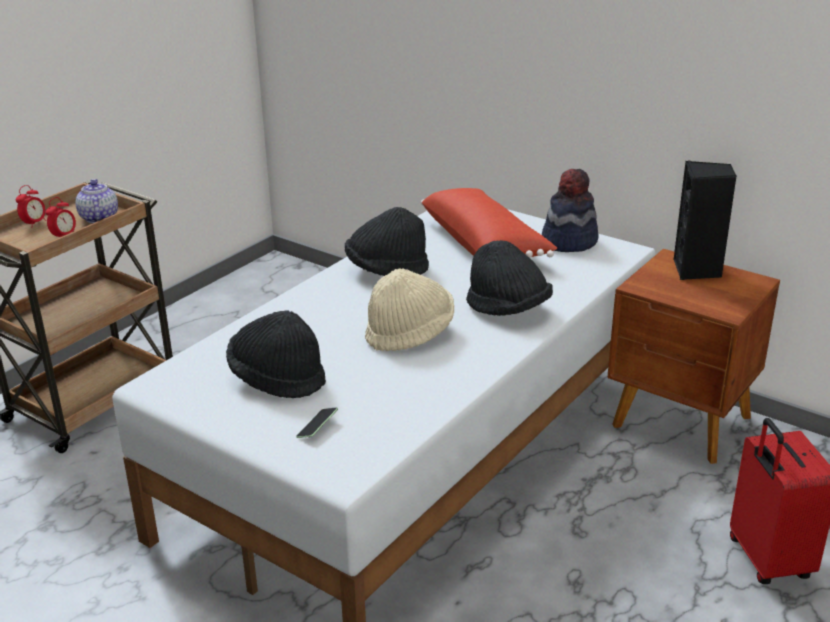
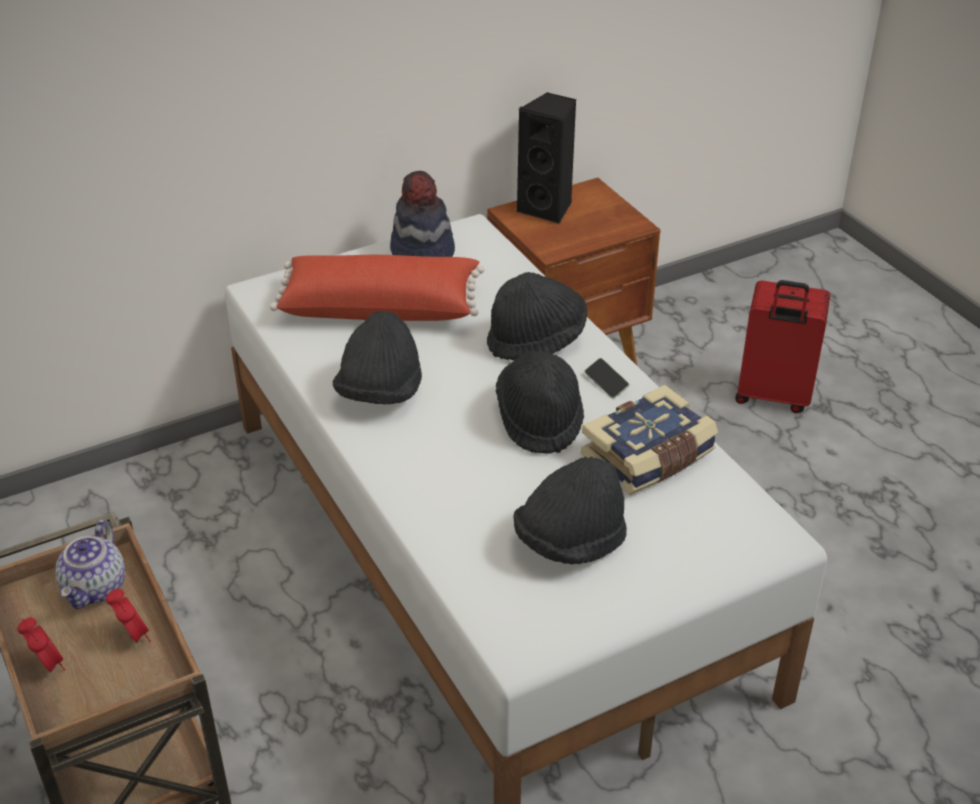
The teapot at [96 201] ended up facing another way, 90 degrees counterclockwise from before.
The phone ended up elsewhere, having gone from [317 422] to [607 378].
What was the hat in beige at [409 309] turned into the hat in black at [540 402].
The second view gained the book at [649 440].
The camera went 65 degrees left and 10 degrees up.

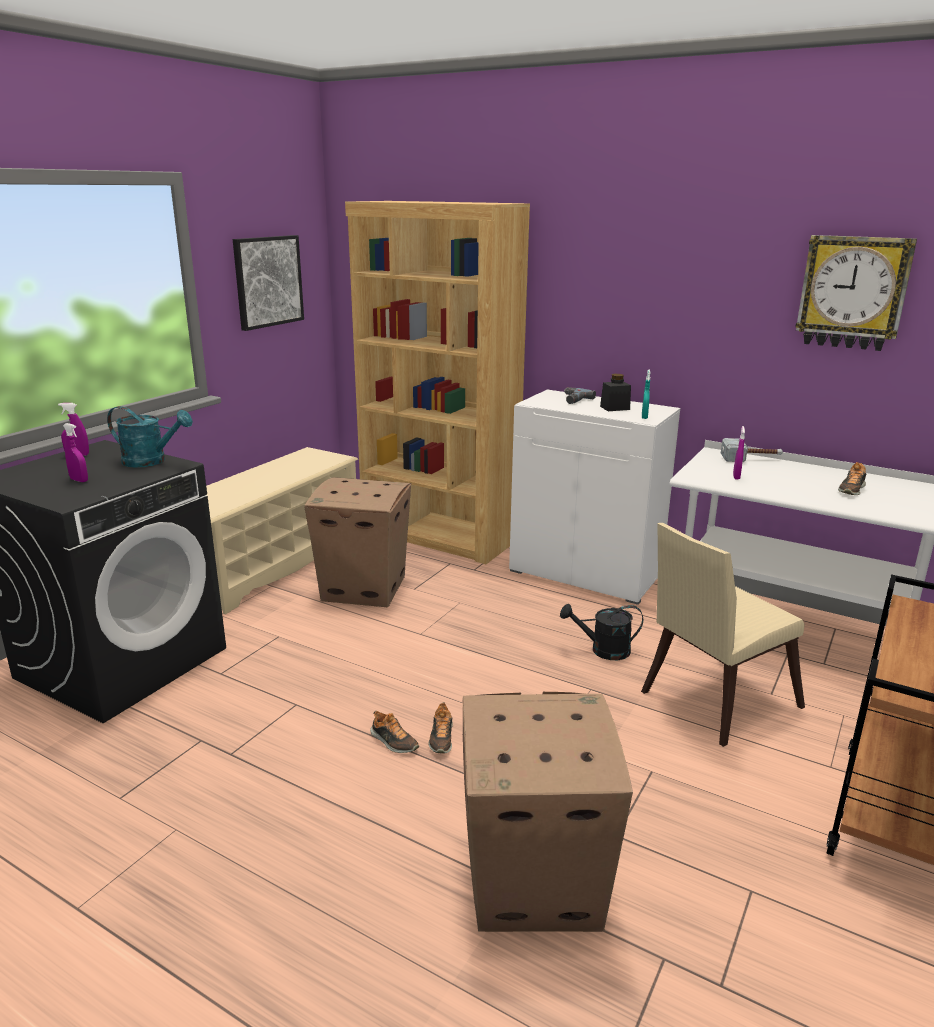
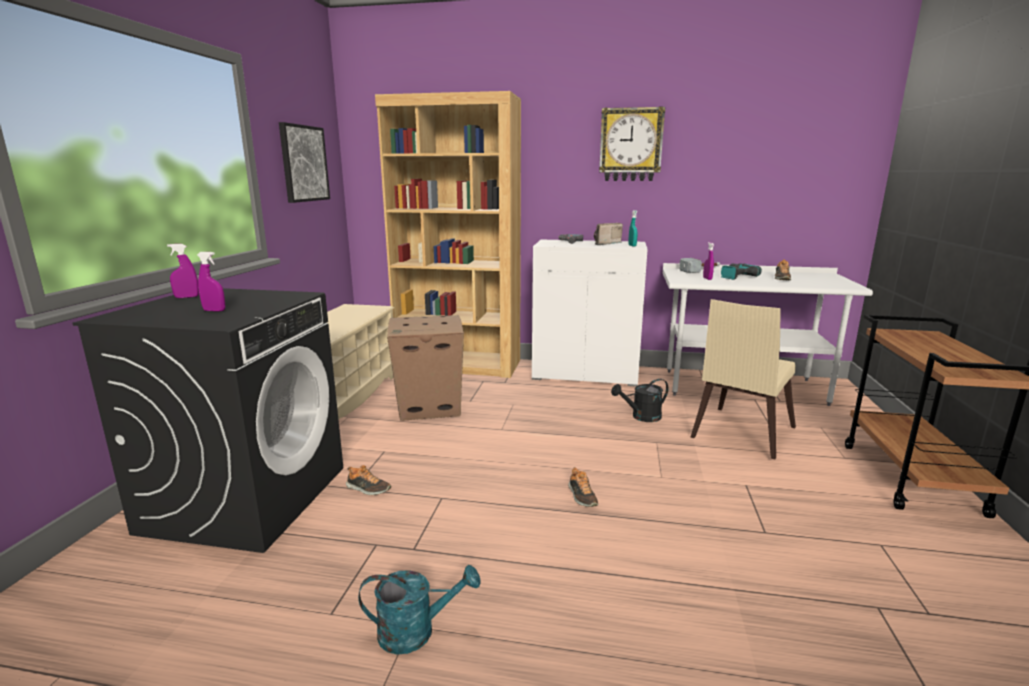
The watering can in turquoise ended up elsewhere, having gone from [150 437] to [419 610].
The shoe ended up elsewhere, having gone from [394 732] to [368 480].
The second view lost the cardboard box at [548 812].
Where the jar in black stood at [615 392], the radio came to stand at [608 234].
The wall clock ended up elsewhere, having gone from [856 293] to [632 143].
The second view gained the power drill at [741 271].
The camera went 20 degrees left and 5 degrees down.

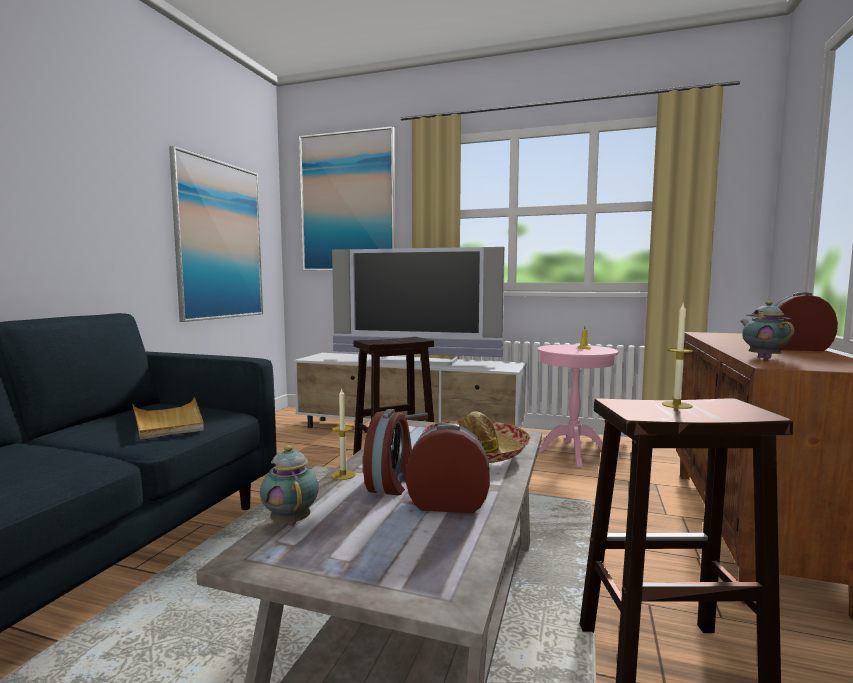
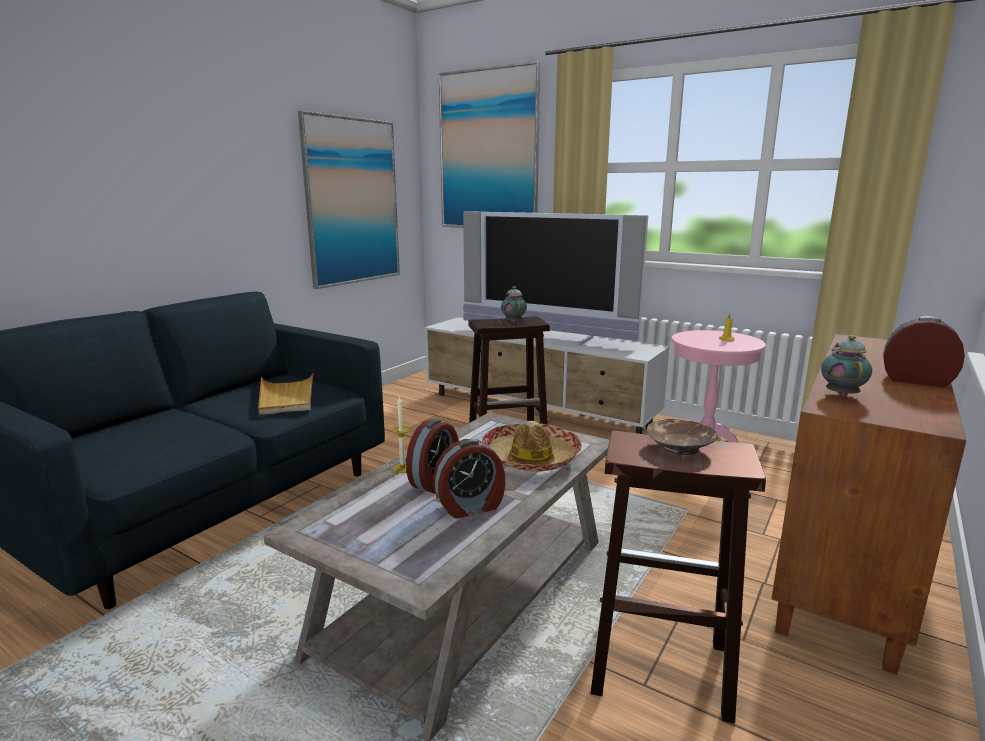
The teapot ended up elsewhere, having gone from [289 485] to [514 304].
The alarm clock at [448 468] ended up facing another way, 135 degrees clockwise from before.
Where the candle stood at [678 355], the bowl in brown came to stand at [682 437].
The camera went 15 degrees right and 10 degrees up.

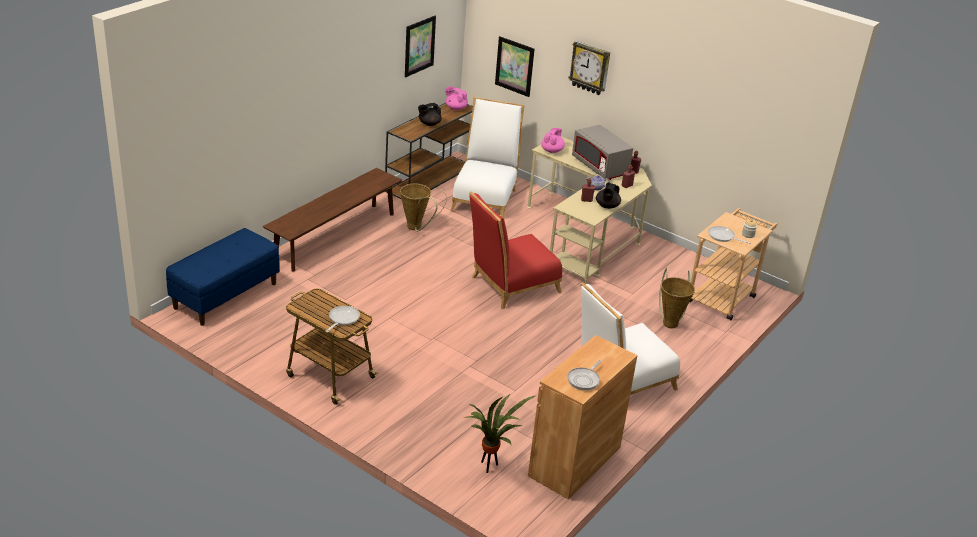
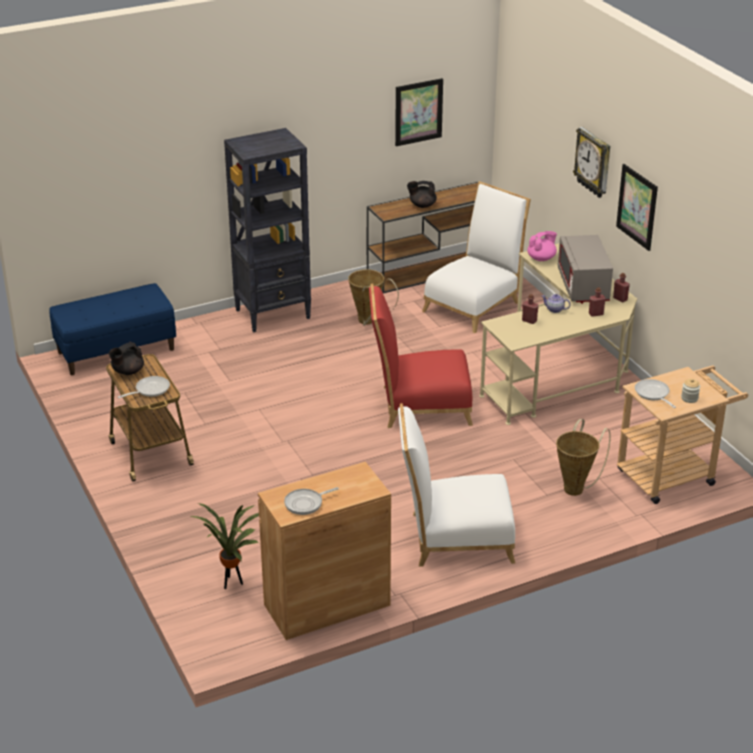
Where the bench in brown stood at [332 219], the bookcase in black came to stand at [267 230].
The second view lost the teapot in pink at [456 98].
The picture ended up elsewhere, having gone from [515 66] to [637 207].
The teapot in black ended up elsewhere, having gone from [608 196] to [126 358].
The camera went 30 degrees right and 0 degrees up.

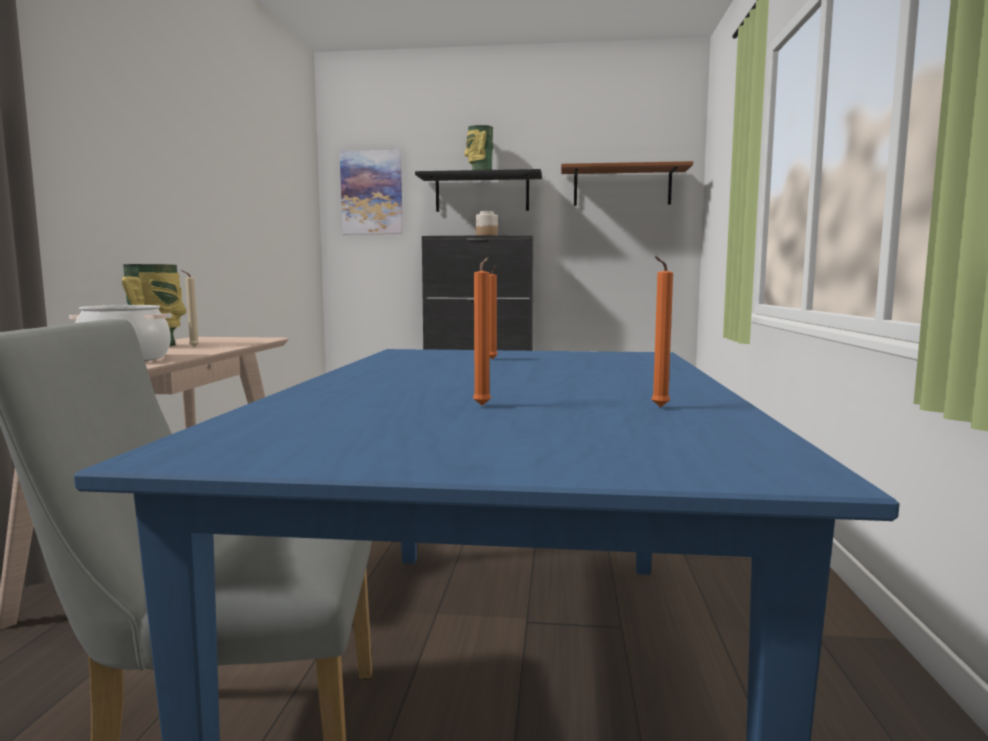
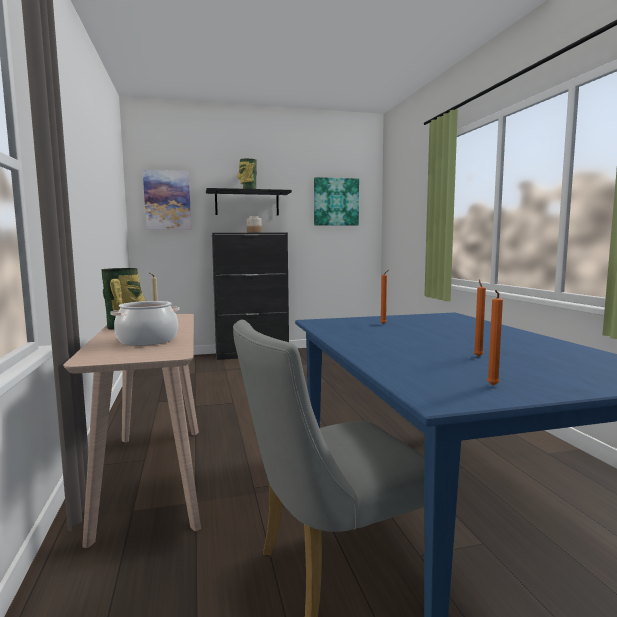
Where the shelf in brown hung at [627 183], the picture came to hang at [336 201].
The candle in orange ended up elsewhere, having gone from [662 331] to [495 338].
The camera went 20 degrees left and 0 degrees up.

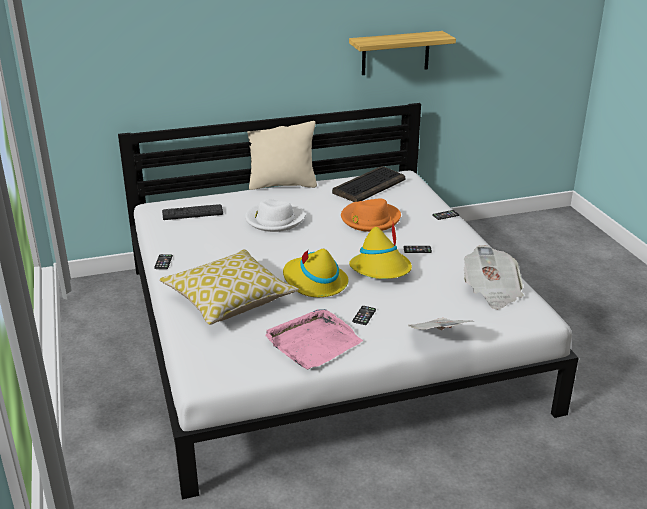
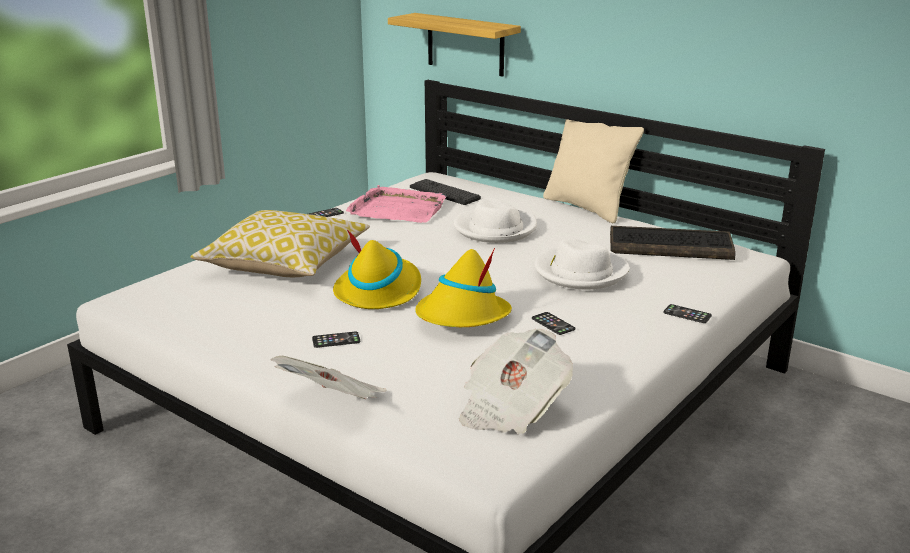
The tray in pink ended up elsewhere, having gone from [314 339] to [396 204].
What was the hat in orange at [371 215] turned into the hat in white at [581 264].
The shelf ended up elsewhere, having gone from [402 53] to [454 45].
The camera went 55 degrees right and 5 degrees down.

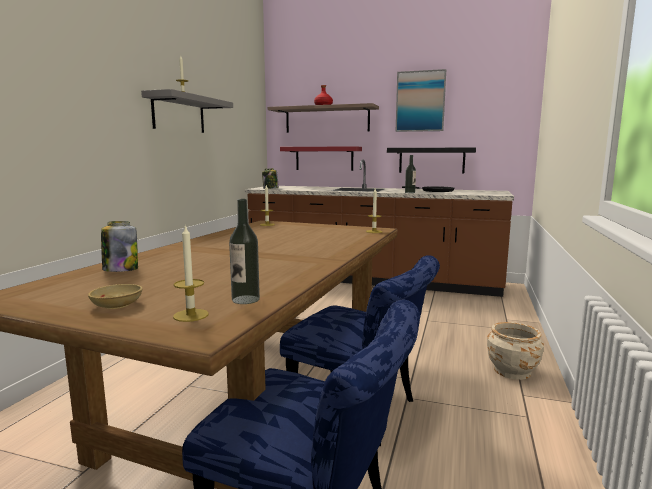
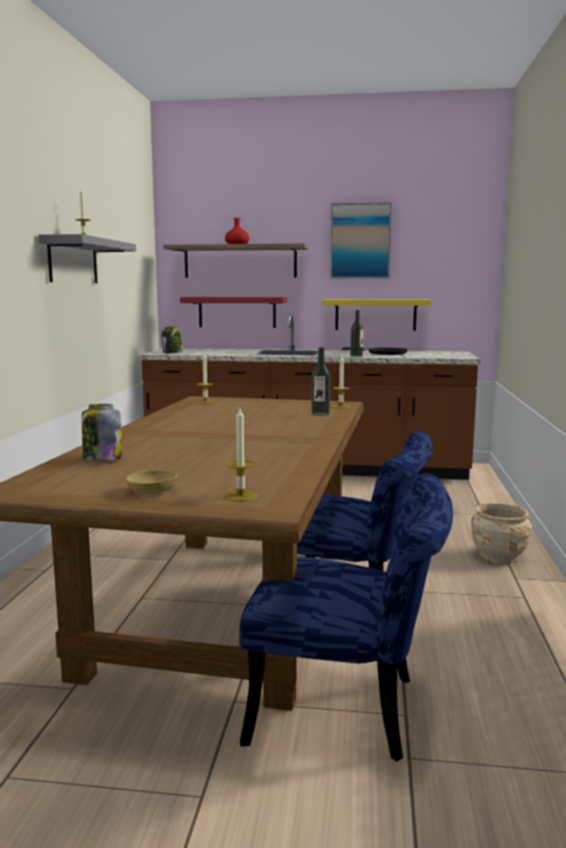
The bottle ended up elsewhere, having gone from [244 251] to [320 381].
What was the shelf in black at [431 160] turned into the shelf in yellow at [376 315].
The camera went 10 degrees left and 0 degrees up.

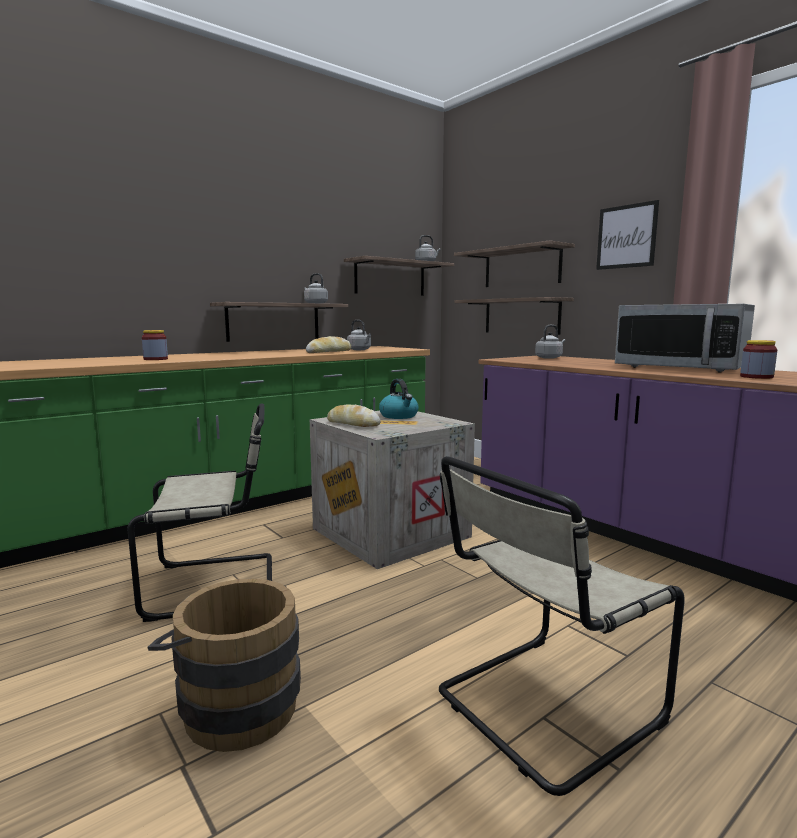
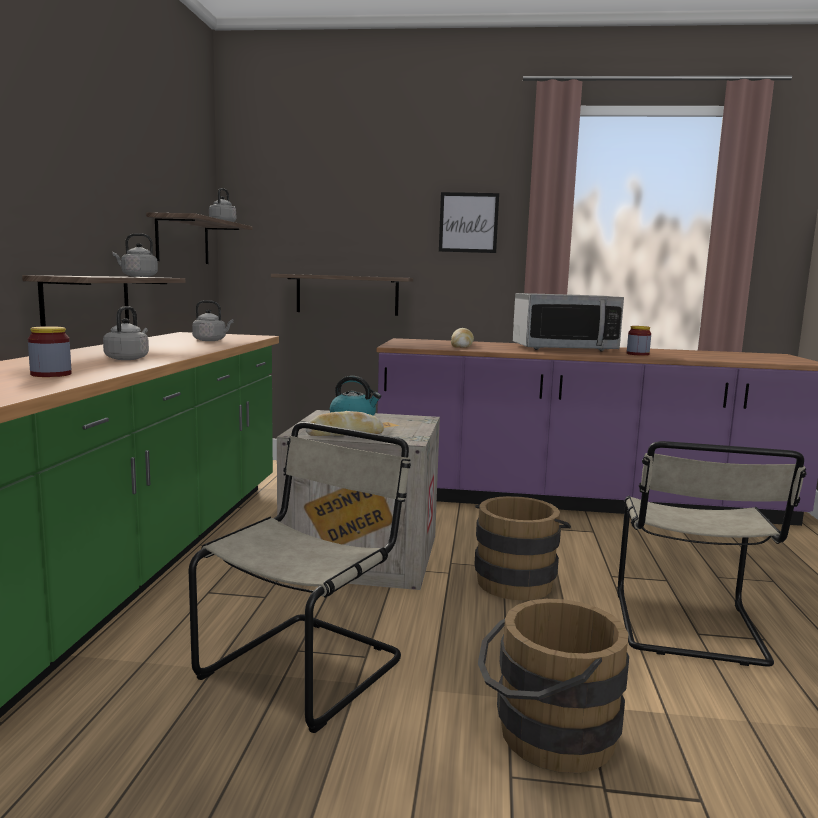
The bread ended up elsewhere, having gone from [328 344] to [462 338].
The second view lost the shelf at [514 263].
The kettle in grey ended up elsewhere, having gone from [550 342] to [126 333].
The second view gained the bucket in brown at [522 548].
The camera went 45 degrees left and 0 degrees up.

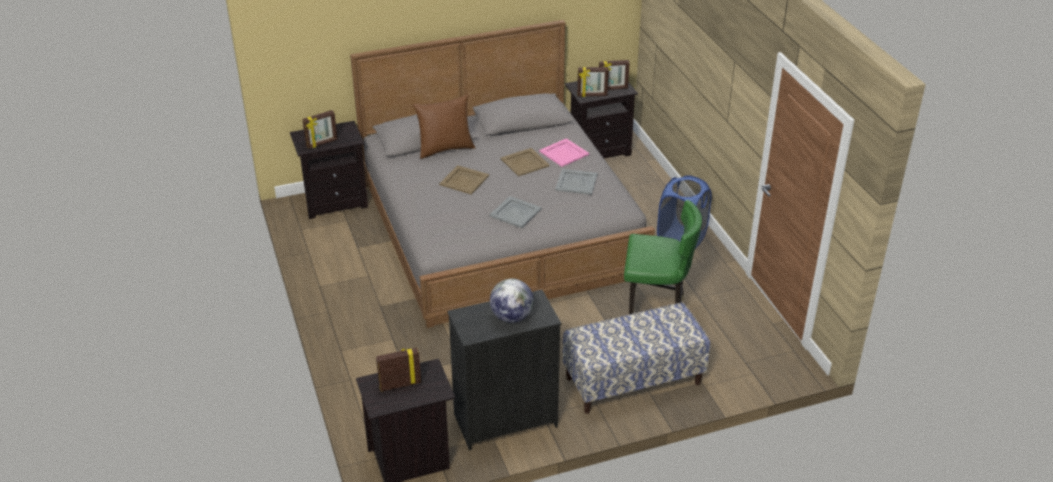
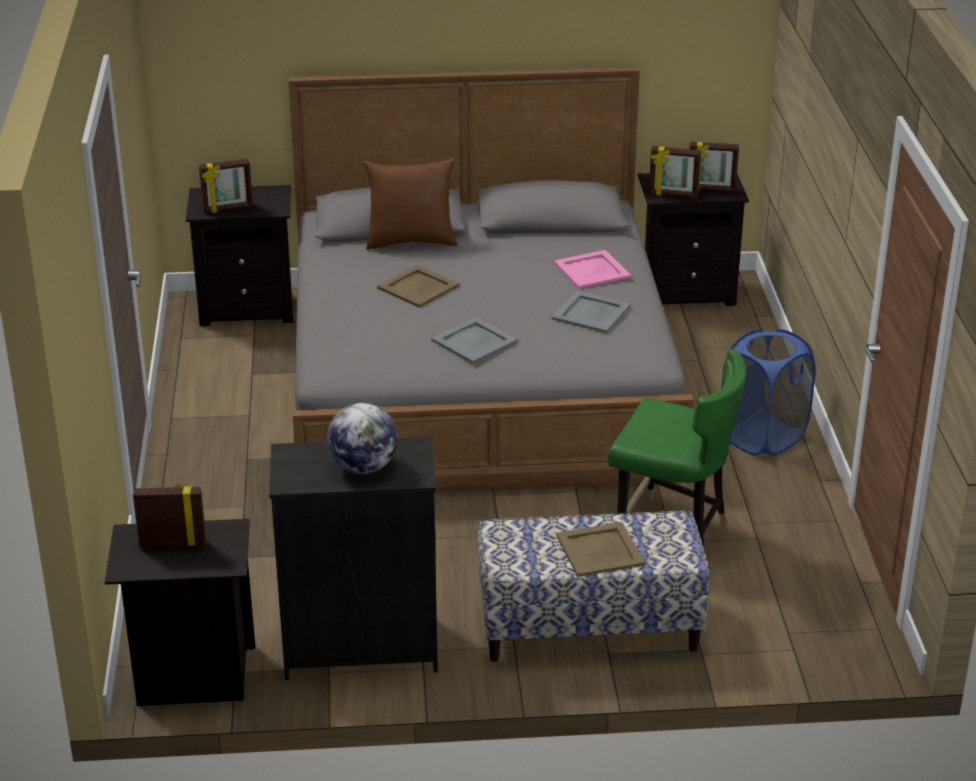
The tray in beige ended up elsewhere, having gone from [525 162] to [600 549].
The camera went 15 degrees right and 5 degrees down.

